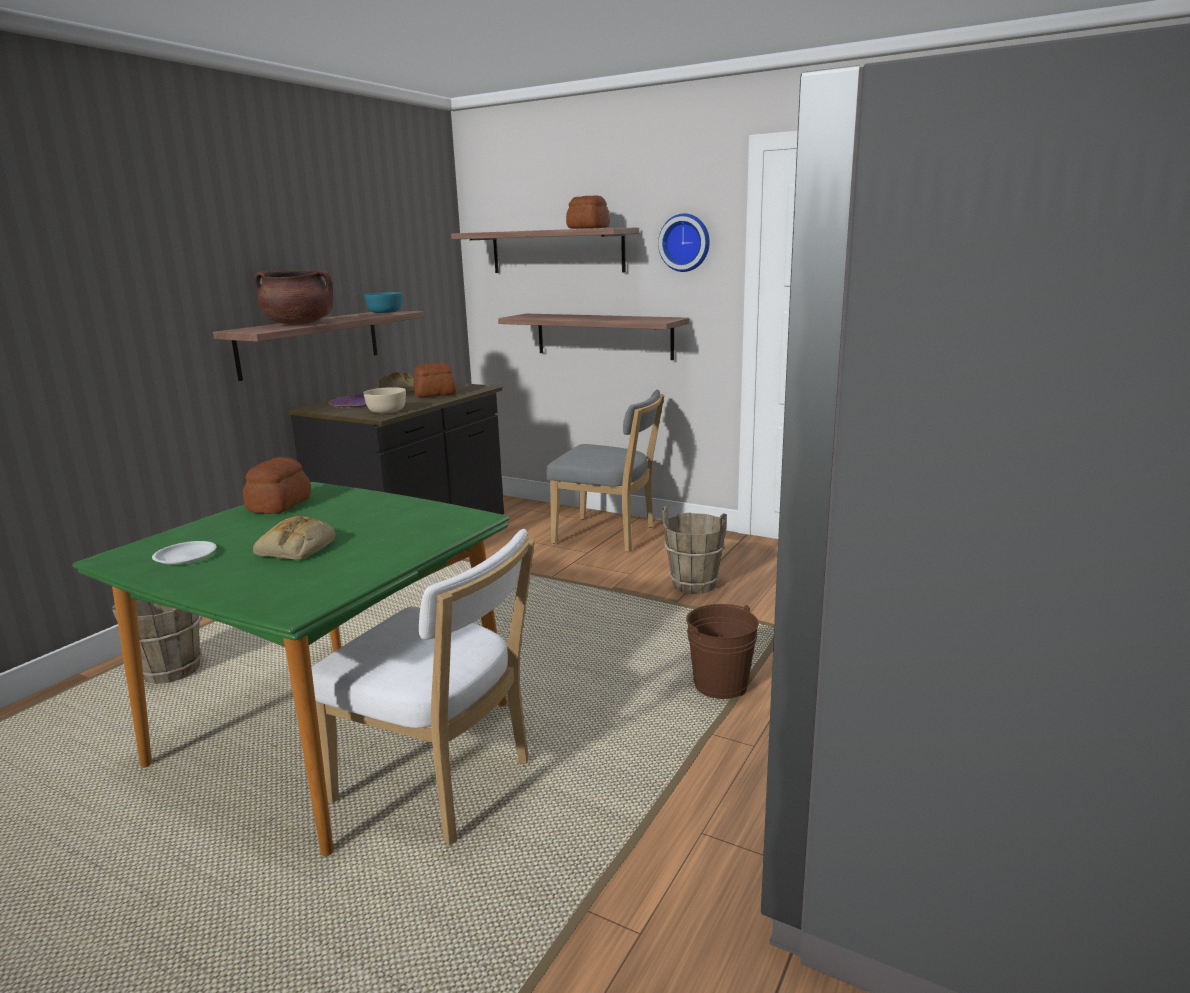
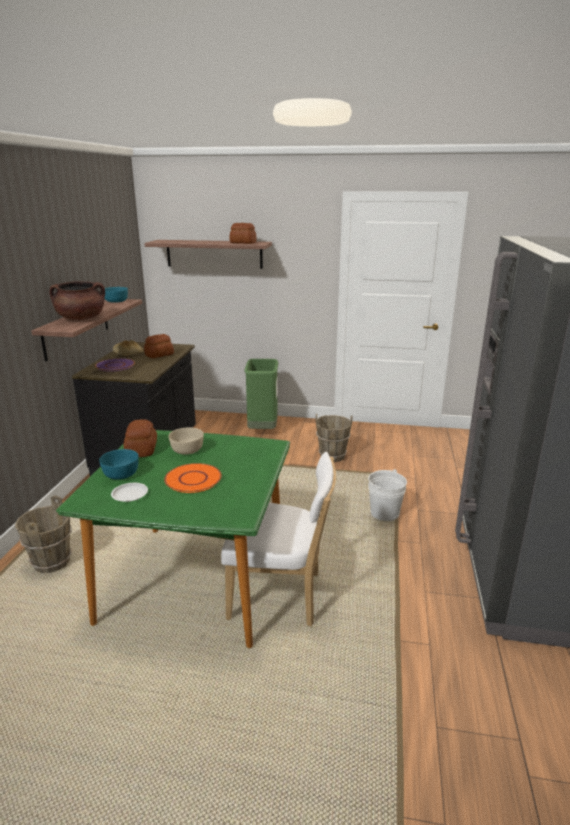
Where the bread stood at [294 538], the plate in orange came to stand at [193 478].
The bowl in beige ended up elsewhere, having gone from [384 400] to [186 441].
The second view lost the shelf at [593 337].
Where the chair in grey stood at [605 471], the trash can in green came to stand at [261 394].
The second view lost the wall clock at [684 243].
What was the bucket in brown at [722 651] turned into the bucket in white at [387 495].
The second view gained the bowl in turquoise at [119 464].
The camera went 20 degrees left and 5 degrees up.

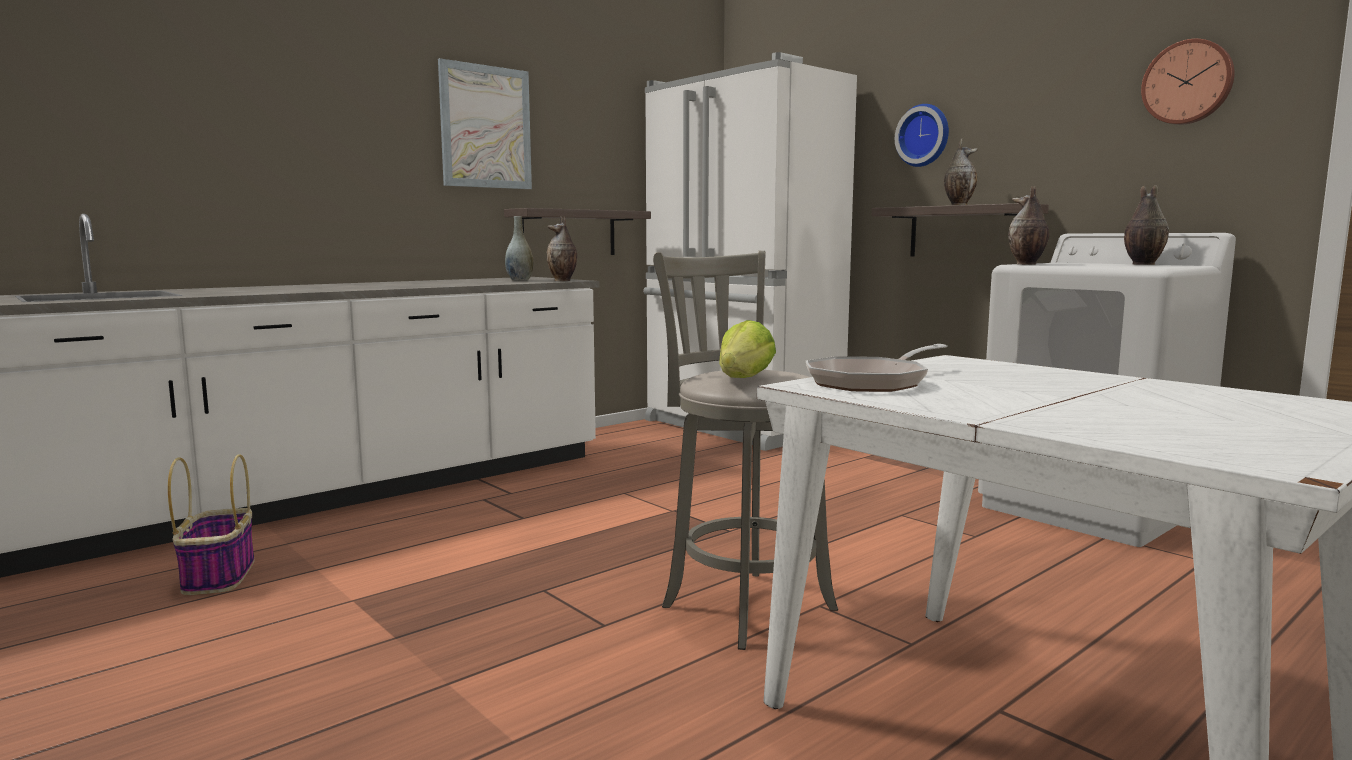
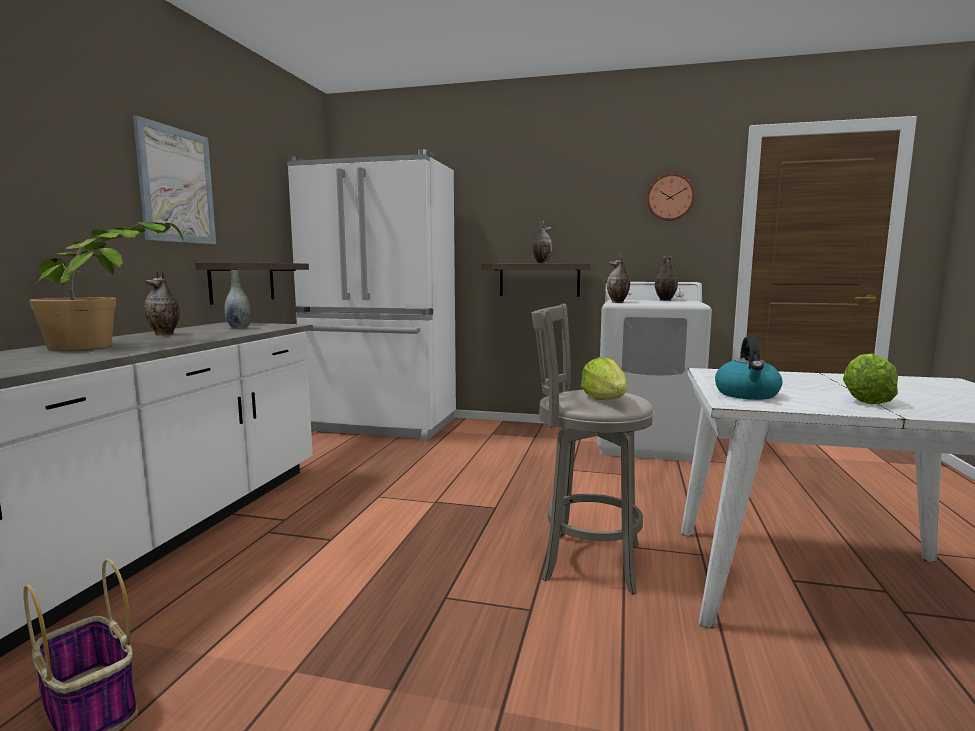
The vase ended up elsewhere, having gone from [562 248] to [162 302].
Where the frying pan stood at [877 368], the kettle came to stand at [748 368].
The second view lost the wall clock at [922 135].
The second view gained the potted plant at [107 286].
The second view gained the lettuce at [870 378].
The camera went 35 degrees left and 0 degrees up.

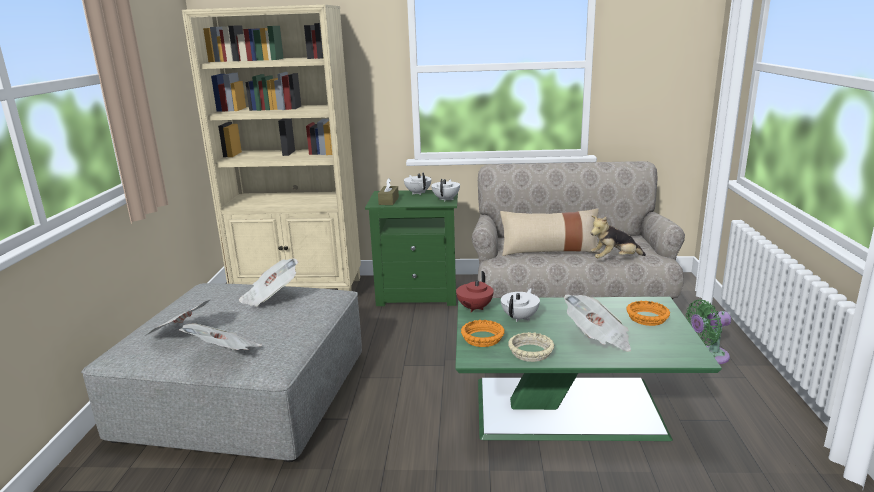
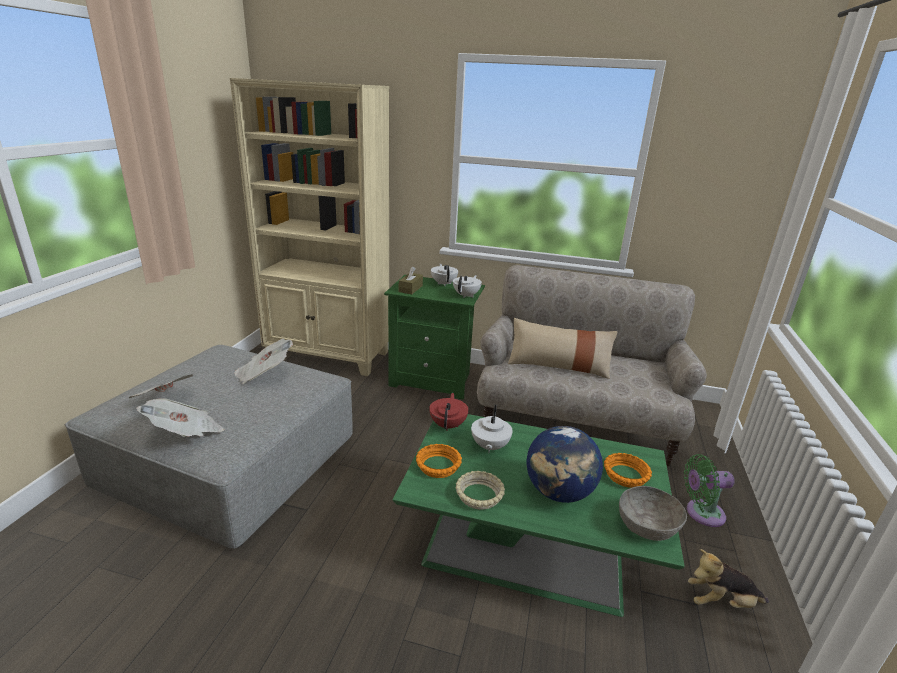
The teapot in red at [475 292] ended up facing another way, 150 degrees clockwise from before.
The teapot in white at [520 305] ended up facing another way, 150 degrees clockwise from before.
Where the newspaper stood at [597 323], the globe came to stand at [564 464].
The plush toy ended up elsewhere, having gone from [618 237] to [728 578].
The second view gained the bowl in grey at [653 513].
The camera went 10 degrees right and 5 degrees up.

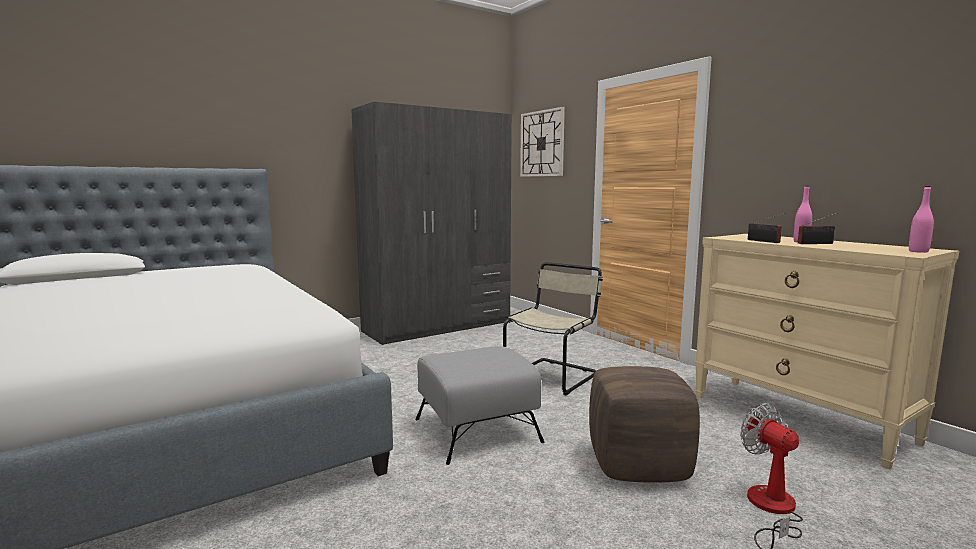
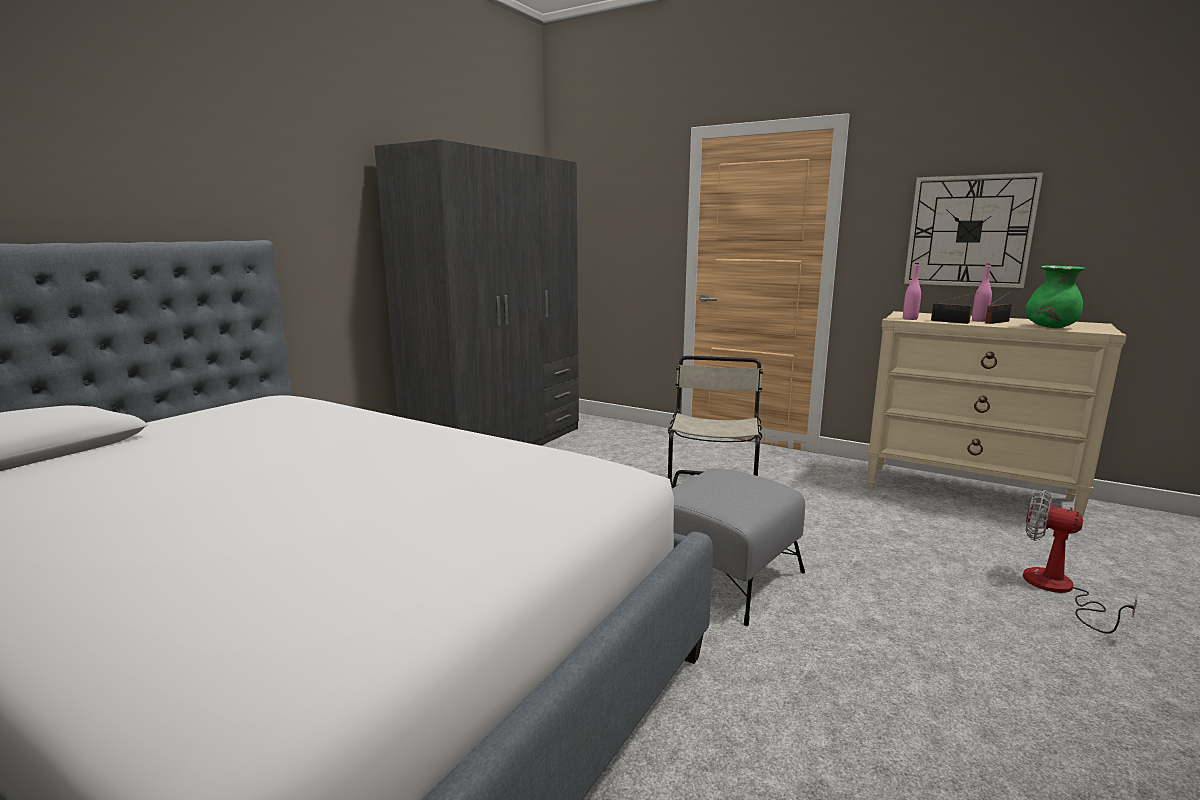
The wall clock ended up elsewhere, having gone from [542 142] to [973 230].
The second view lost the ottoman in brown at [644 424].
The bottle in pink ended up elsewhere, having gone from [921 219] to [912 291].
The second view gained the vase in green at [1055 296].
The camera went 25 degrees left and 5 degrees up.

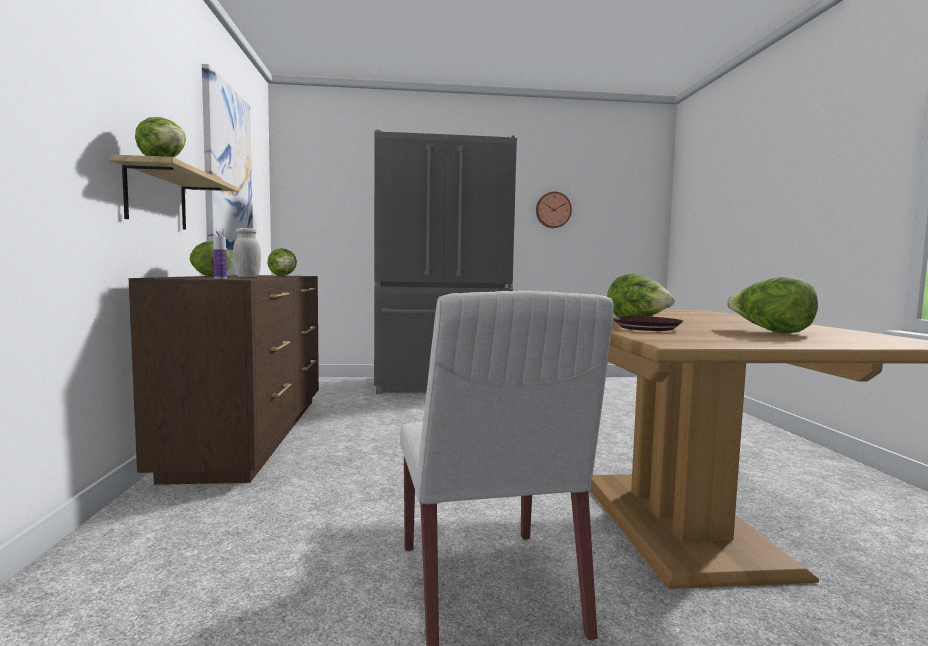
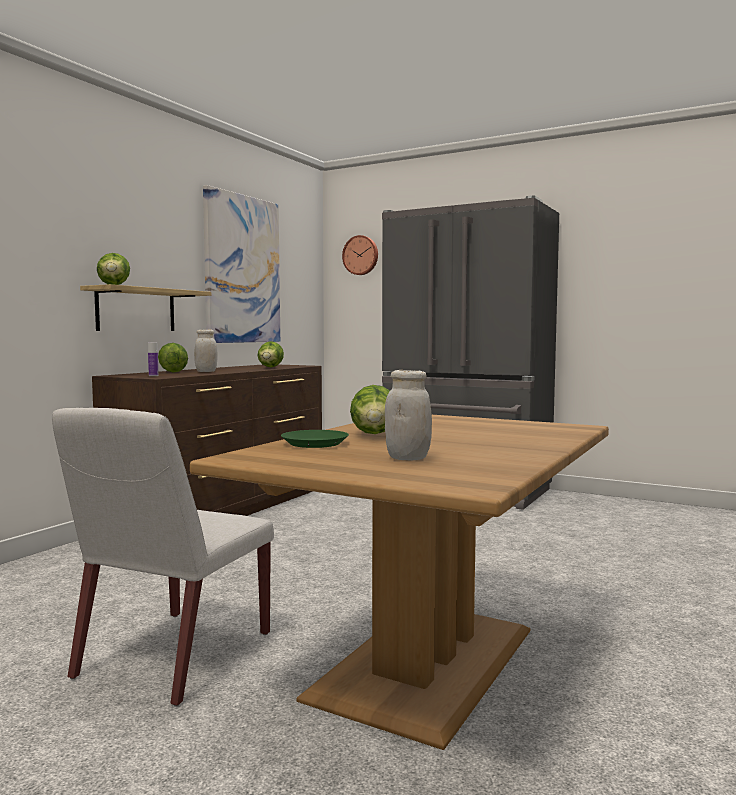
The wall clock ended up elsewhere, having gone from [554 210] to [360 255].
What was the plate in brown at [648 323] turned into the plate in green at [315 439].
Where the lettuce stood at [772 304], the jar in white came to stand at [408 415].
The camera went 35 degrees right and 0 degrees up.

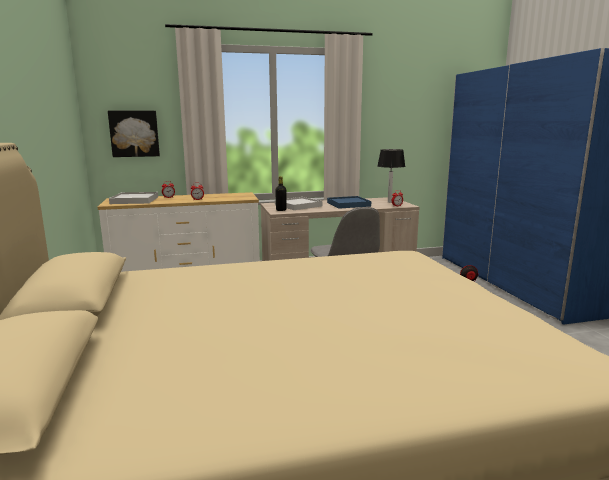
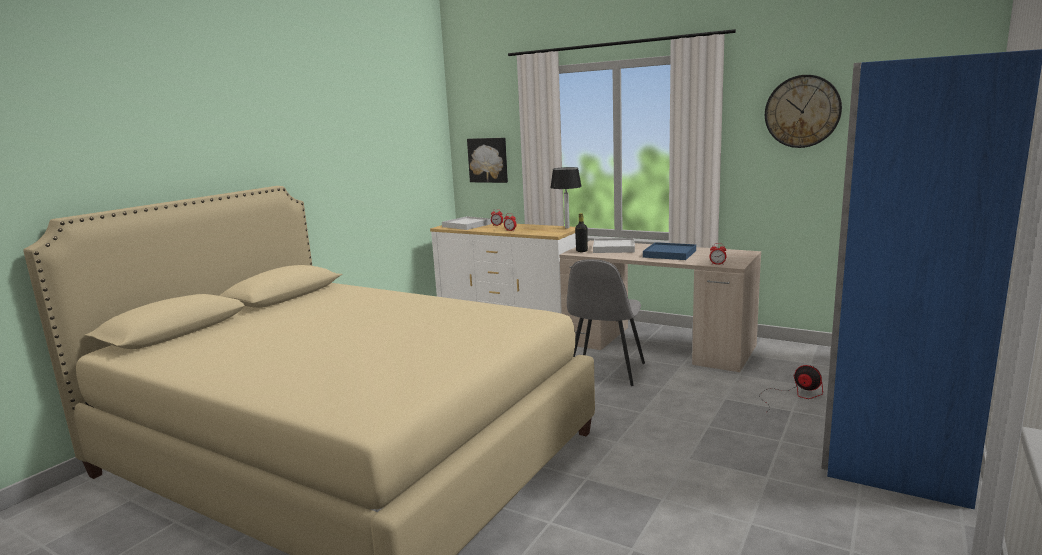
The table lamp ended up elsewhere, having gone from [391 176] to [566 197].
The second view gained the wall clock at [803 111].
The camera went 45 degrees right and 0 degrees up.

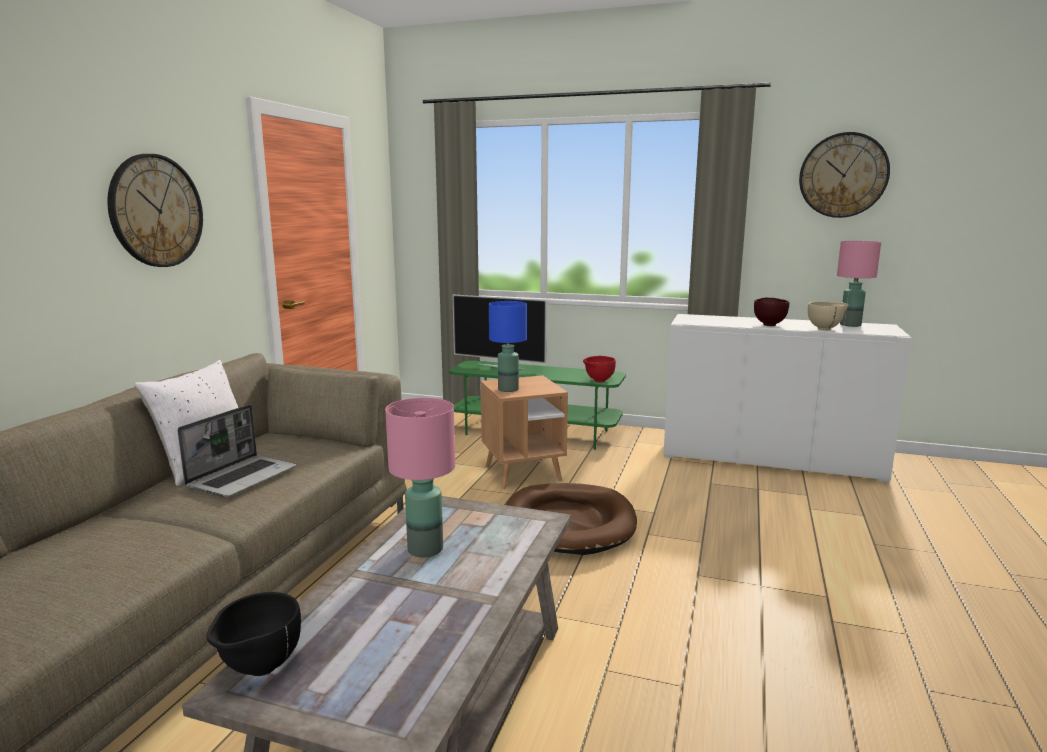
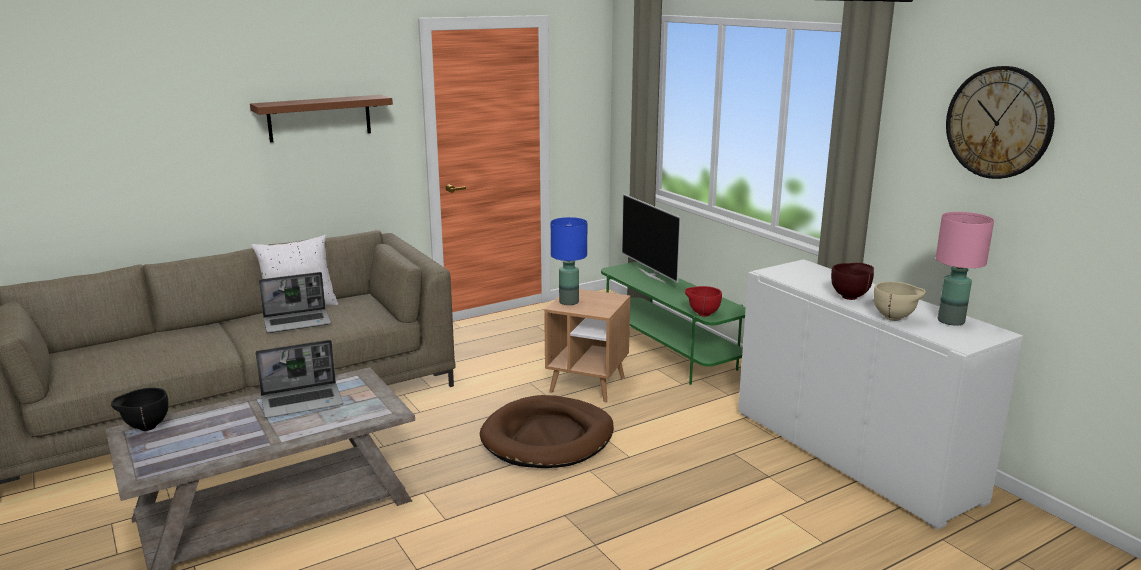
Where the wall clock hung at [155 210], the shelf in brown came to hang at [321 118].
Where the table lamp in pink stood at [420 477], the laptop came to stand at [299 379].
The camera went 40 degrees right and 5 degrees up.

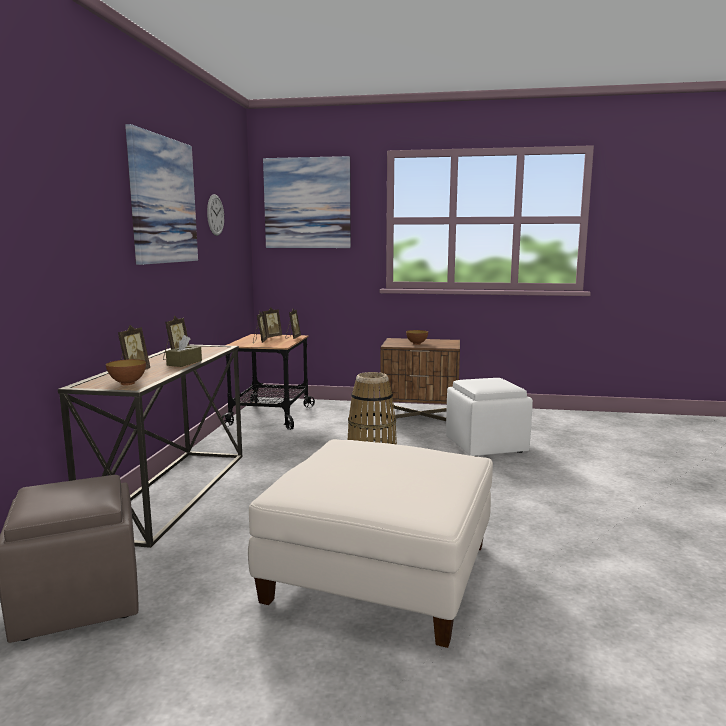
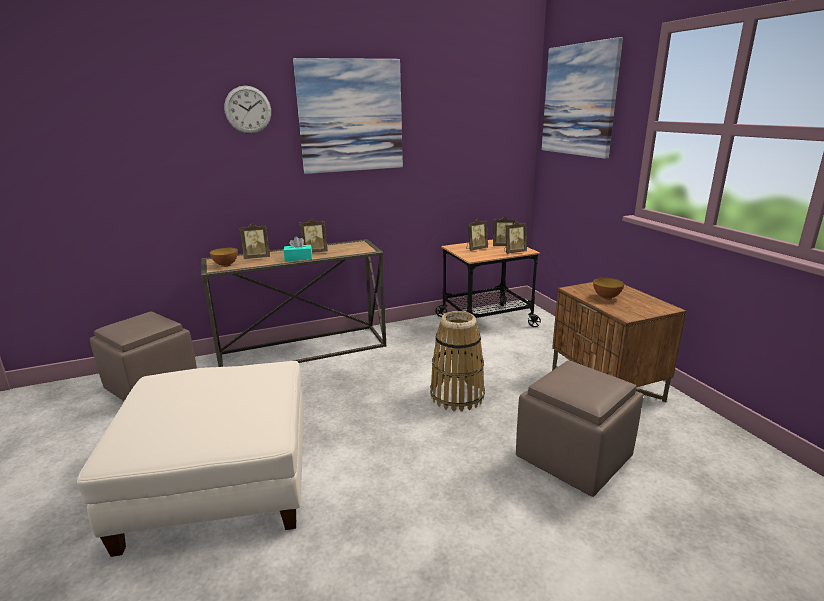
What was the tissue box in brown at [184 351] turned into the tissue box in turquoise at [297 248].
The wall clock ended up elsewhere, having gone from [215 215] to [247 110].
What was the ottoman in white at [489 417] turned into the ottoman in brown at [579 428].
The camera went 60 degrees right and 10 degrees up.

